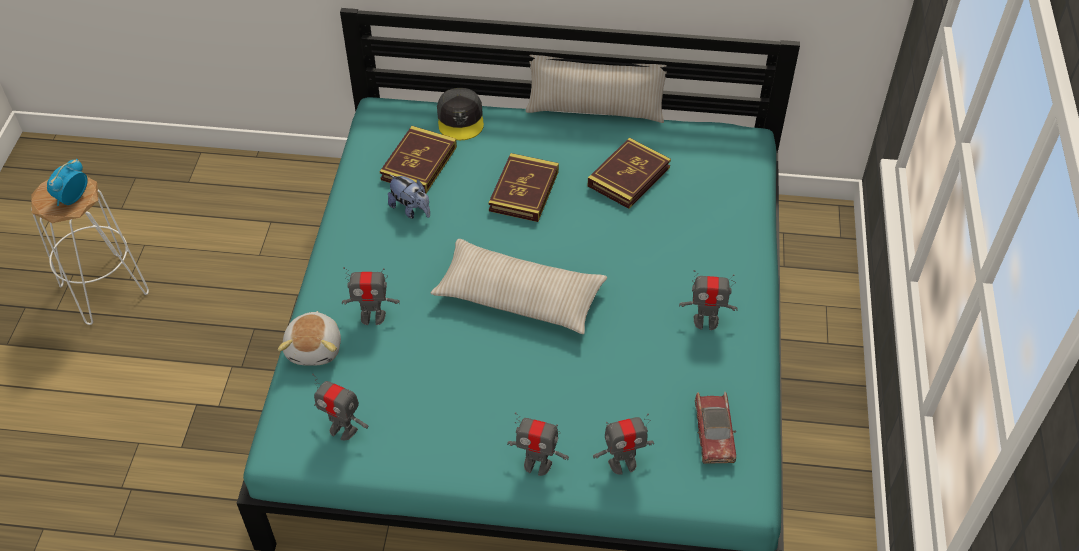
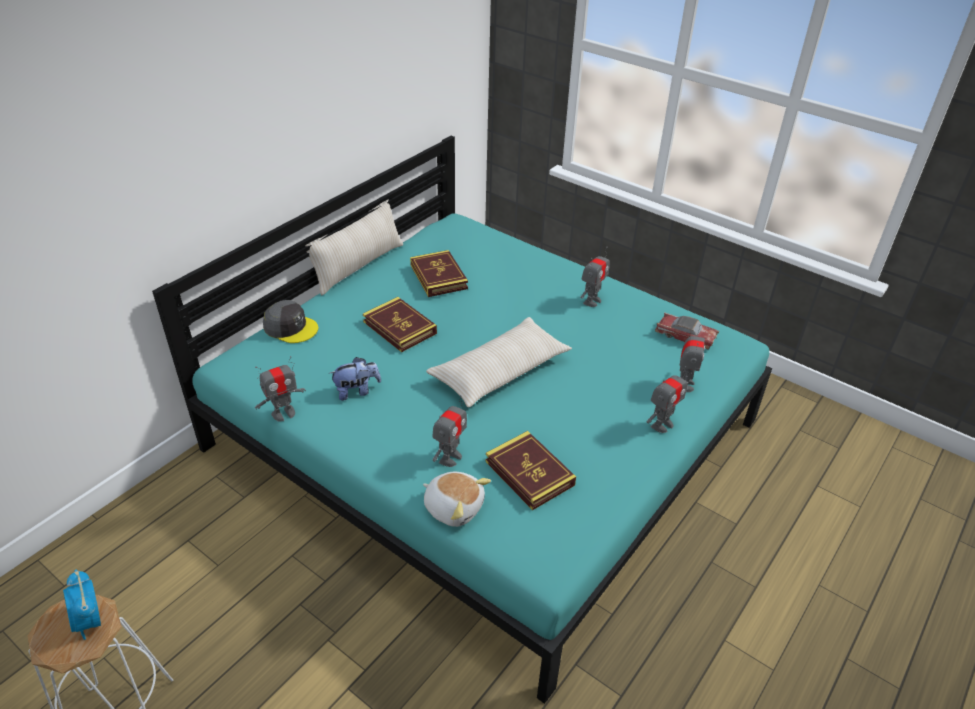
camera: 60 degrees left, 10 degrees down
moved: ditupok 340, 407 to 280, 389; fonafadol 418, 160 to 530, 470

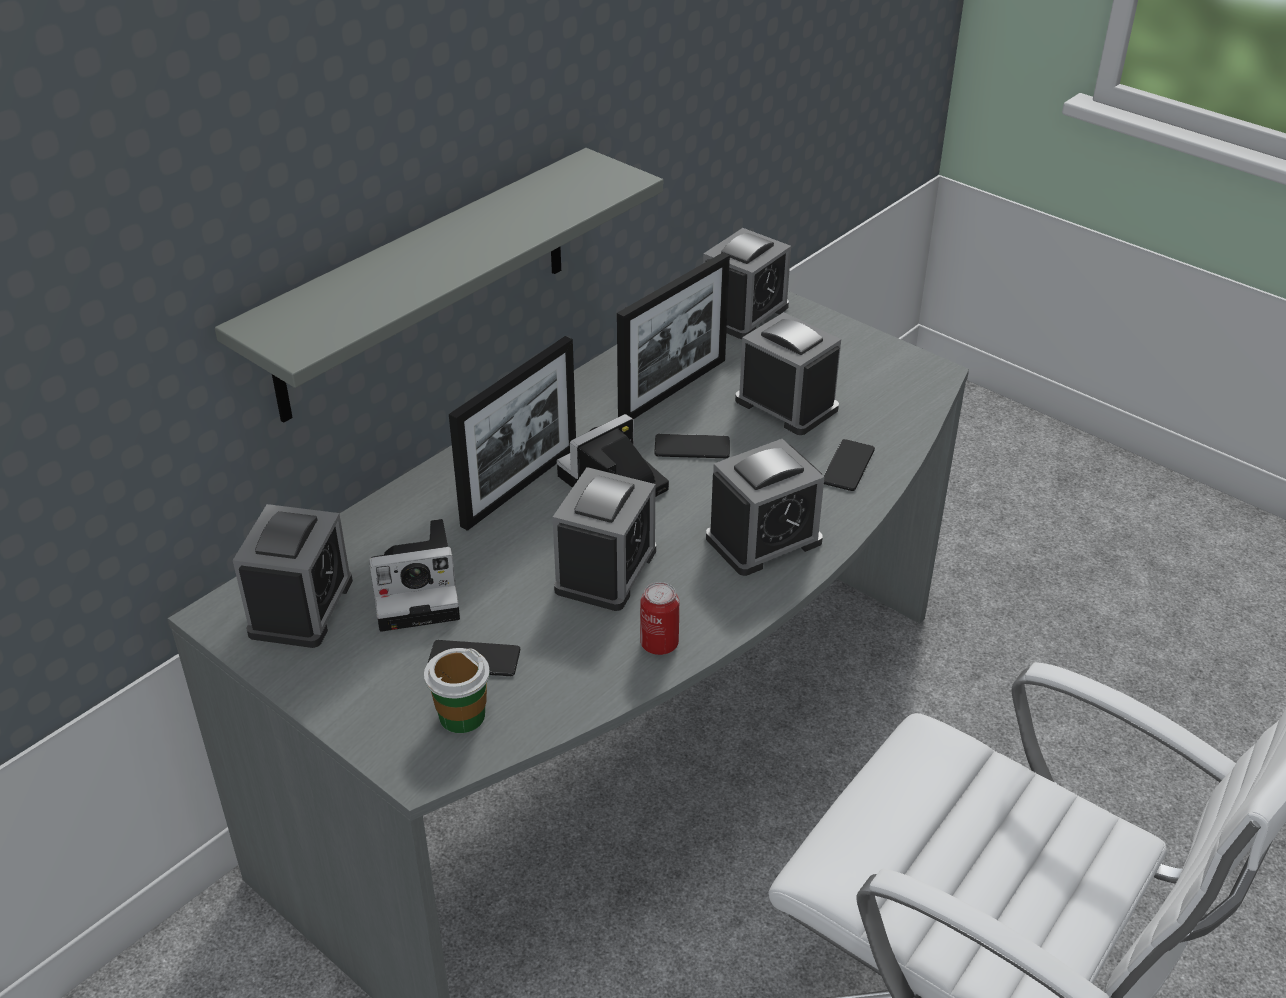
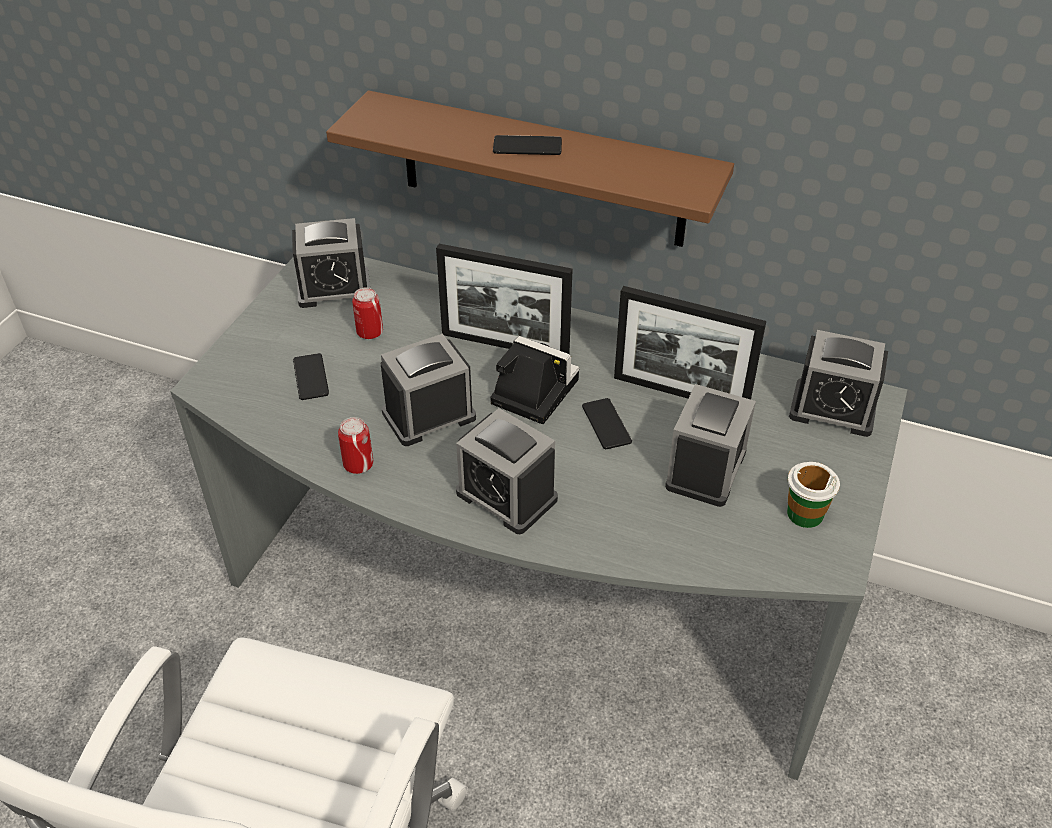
camera: 70 degrees right, 5 degrees up
moved: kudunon 849, 465 to 527, 145; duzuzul 457, 690 to 813, 495
replaced: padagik 414, 575 to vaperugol 367, 313
recoloured: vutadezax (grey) 439, 285 to vutadezax (brown) 530, 168
turned: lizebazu 604, 539 = 428, 390 150 degrees clockwise

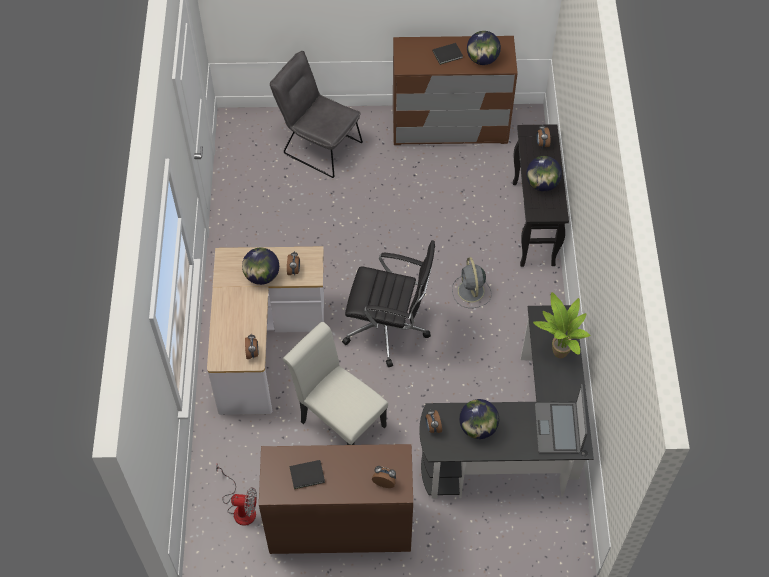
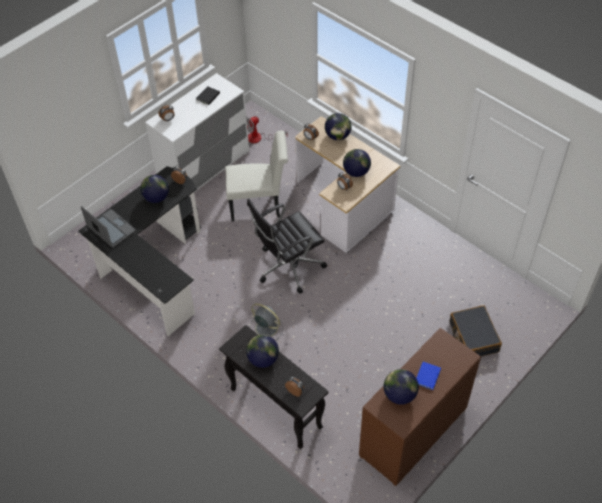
camera: 135 degrees right, 5 degrees down
removed: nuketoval 562, 325
added: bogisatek 338, 126
replaced: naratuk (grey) 316, 114 to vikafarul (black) 476, 330
recoloured: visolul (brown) 336, 499 to visolul (white) 197, 134; fonafadol (black) 448, 54 to fonafadol (blue) 428, 376

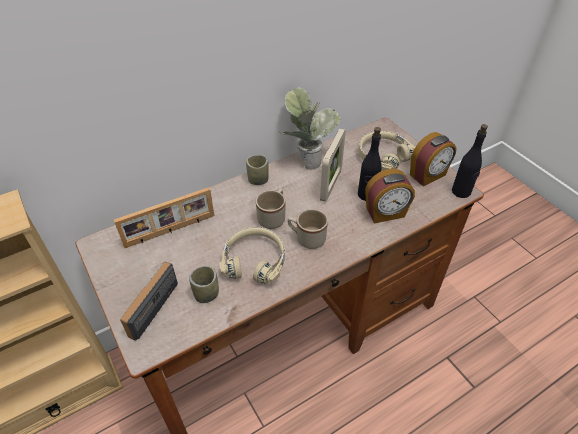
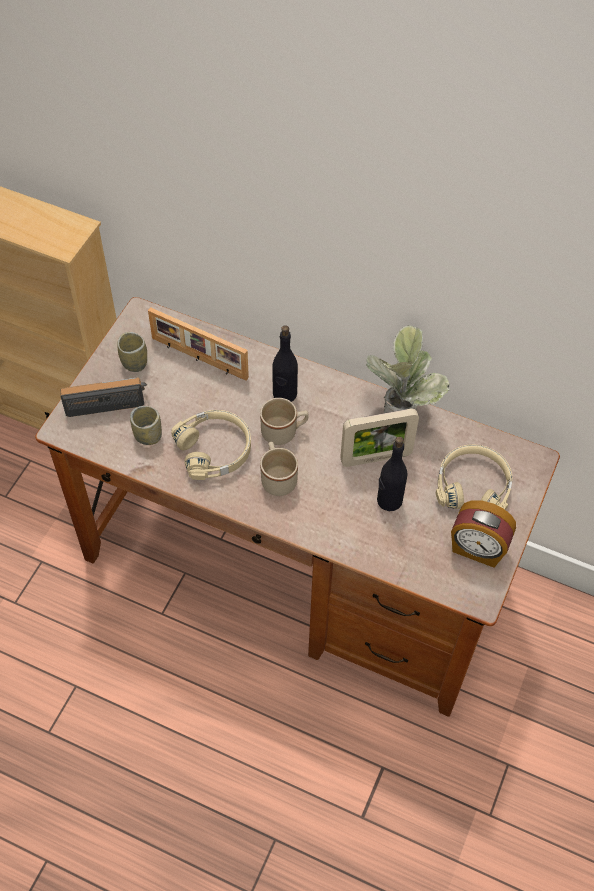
camera: 55 degrees right, 10 degrees up
removed: lizebazu 390, 196
moved: duzuzul 257, 170 to 132, 352; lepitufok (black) 470, 161 to 285, 363

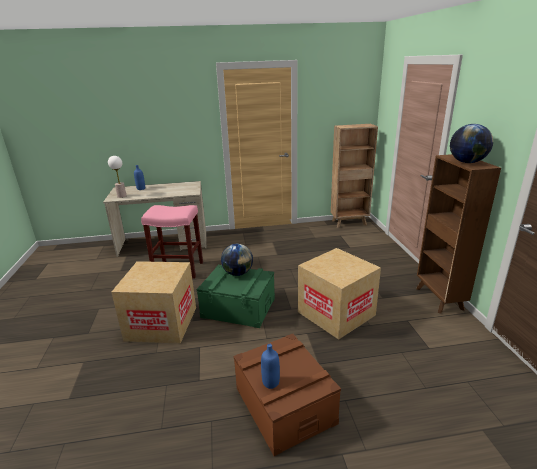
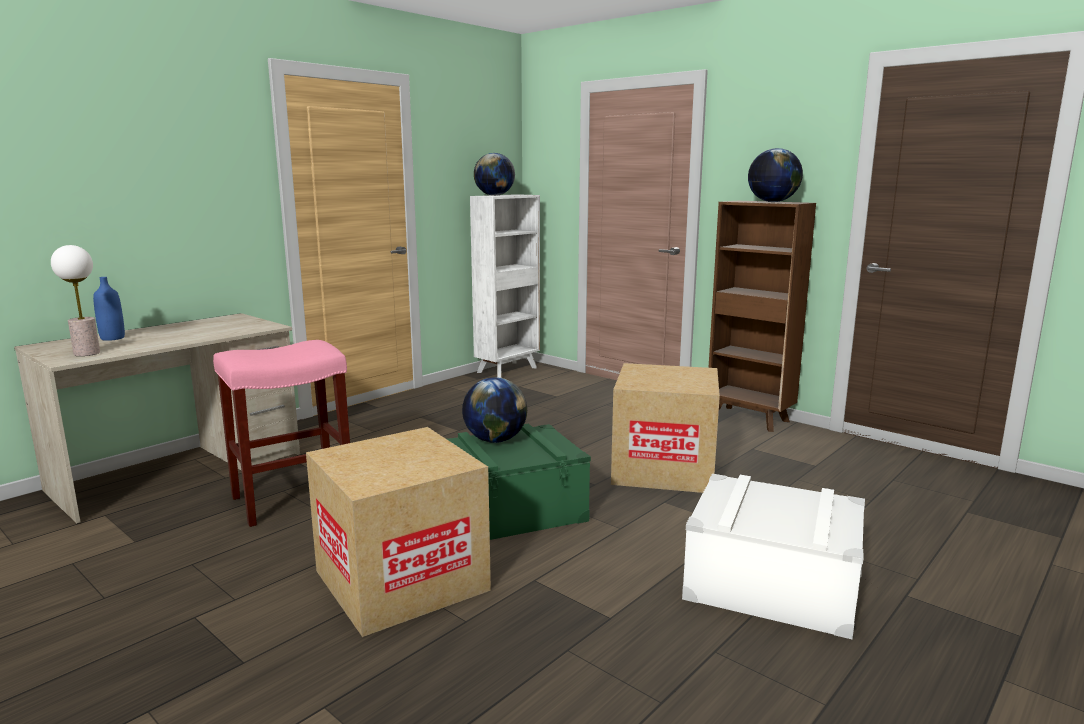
camera: 40 degrees left, 10 degrees down
removed: lepitufok (blue) 270, 366
added: bogisatek 494, 174
recoloured: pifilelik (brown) 354, 176 to pifilelik (white) 505, 286; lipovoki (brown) 287, 395 to lipovoki (white) 773, 556

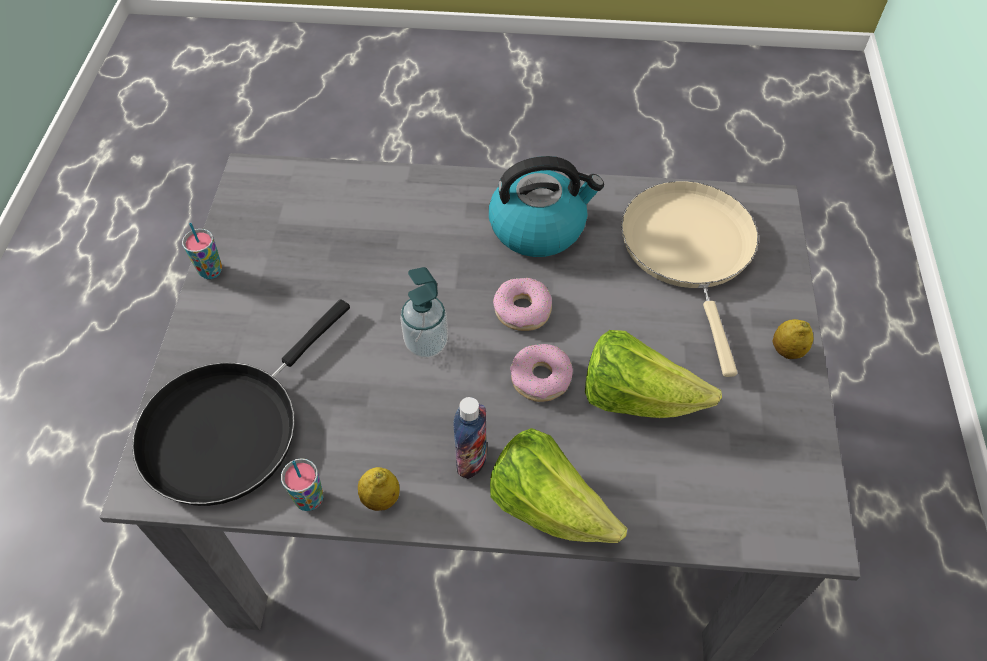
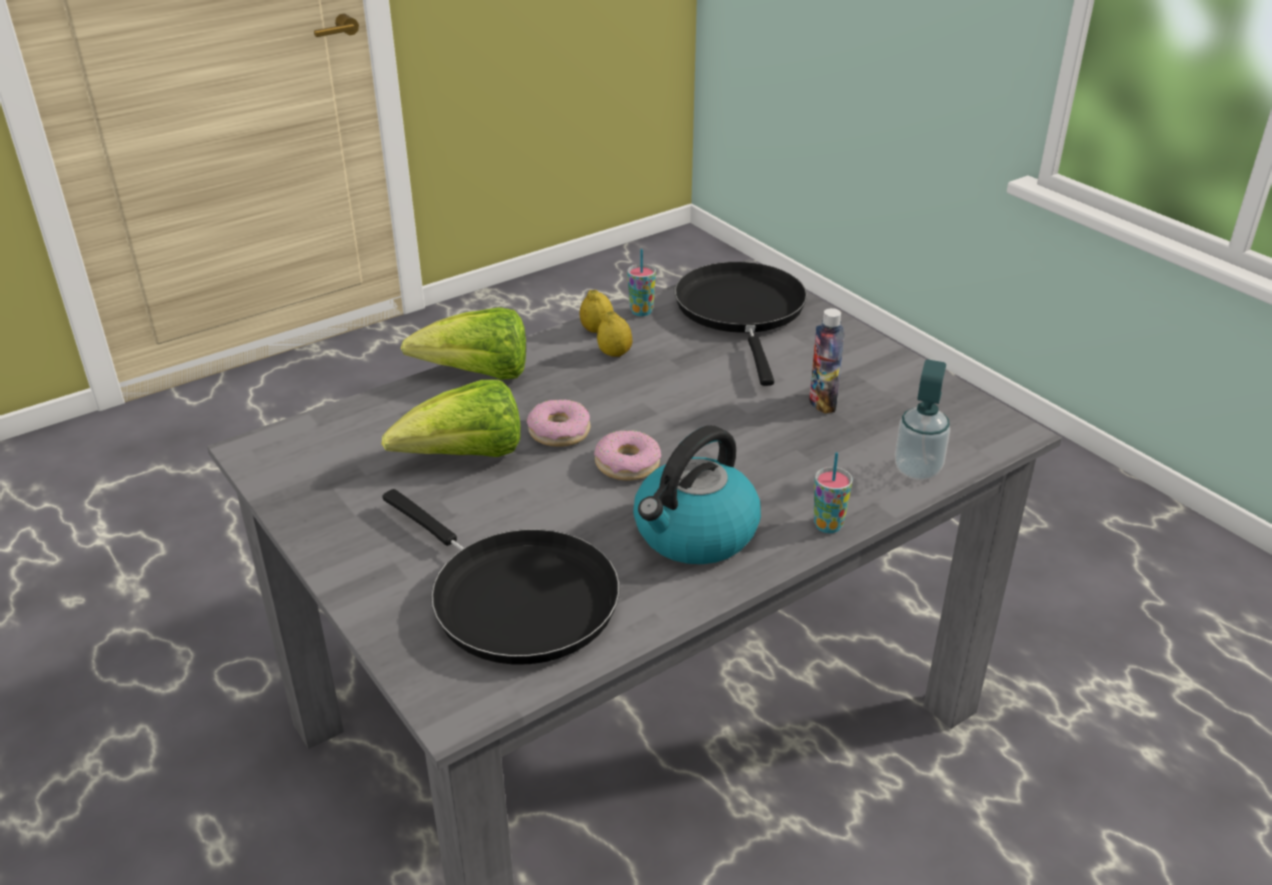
camera: 140 degrees right, 20 degrees down
moved: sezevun 793, 339 to 614, 334; lepitufok 470, 438 to 827, 361; duzuzul 202, 251 to 833, 492; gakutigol 424, 312 to 922, 420
recoloured: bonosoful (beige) 689, 279 to bonosoful (black) 501, 576

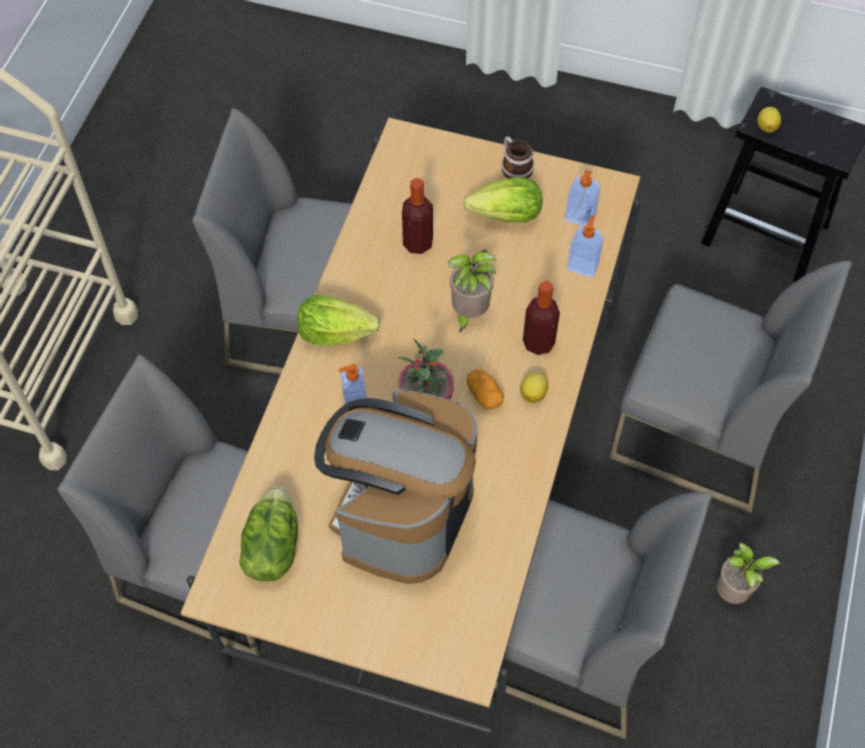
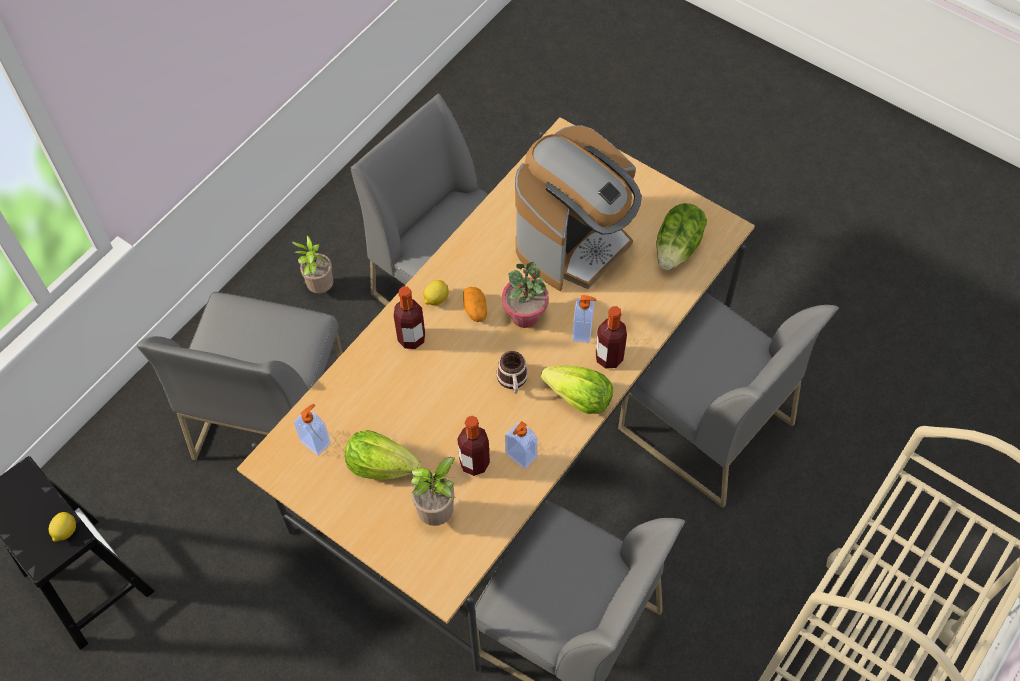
camera: 160 degrees left, 0 degrees up
added: lepitufok 611, 337
moved: nuketoval 471, 291 to 433, 491; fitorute 517, 157 to 512, 372; gakutigol 585, 247 to 521, 445
turned: naratuk (grey) 731, 387 = 240, 376 120 degrees counterclockwise

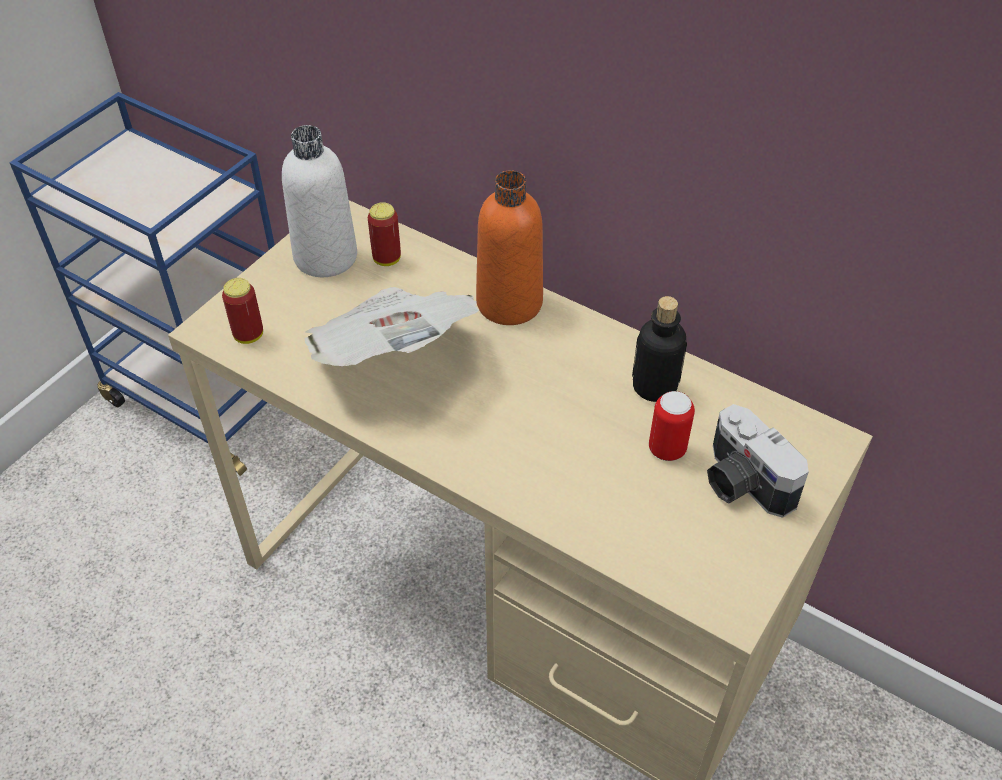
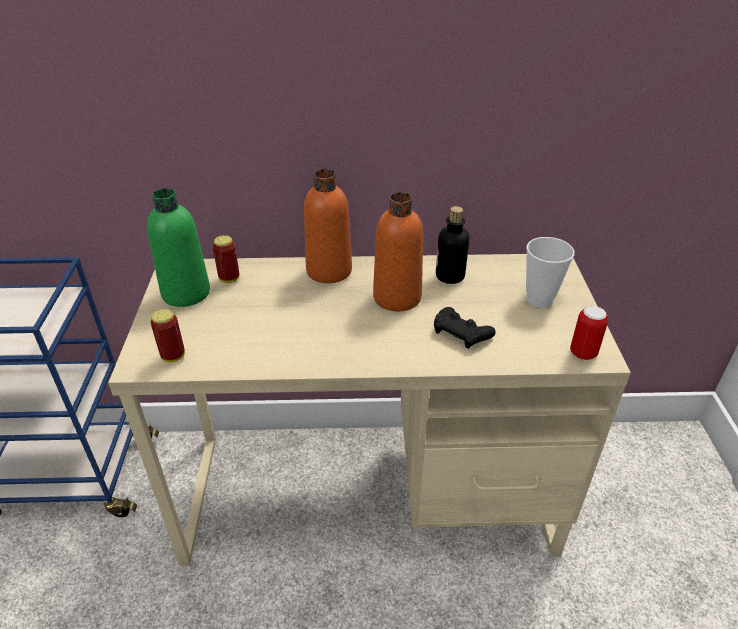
camera: 35 degrees left, 10 degrees down
removed: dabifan 392, 326
added: lepitufok (orange) 398, 251; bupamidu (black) 465, 328
moved: vaperugol 672, 426 to 589, 333
replaced: padagik 758, 461 to duzuzul 550, 272
recoloured: lepitufok (white) 319, 201 to lepitufok (green) 178, 247

